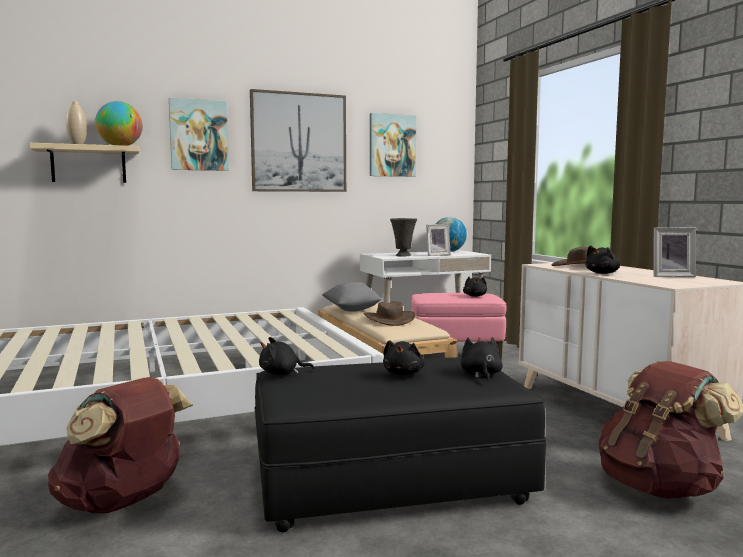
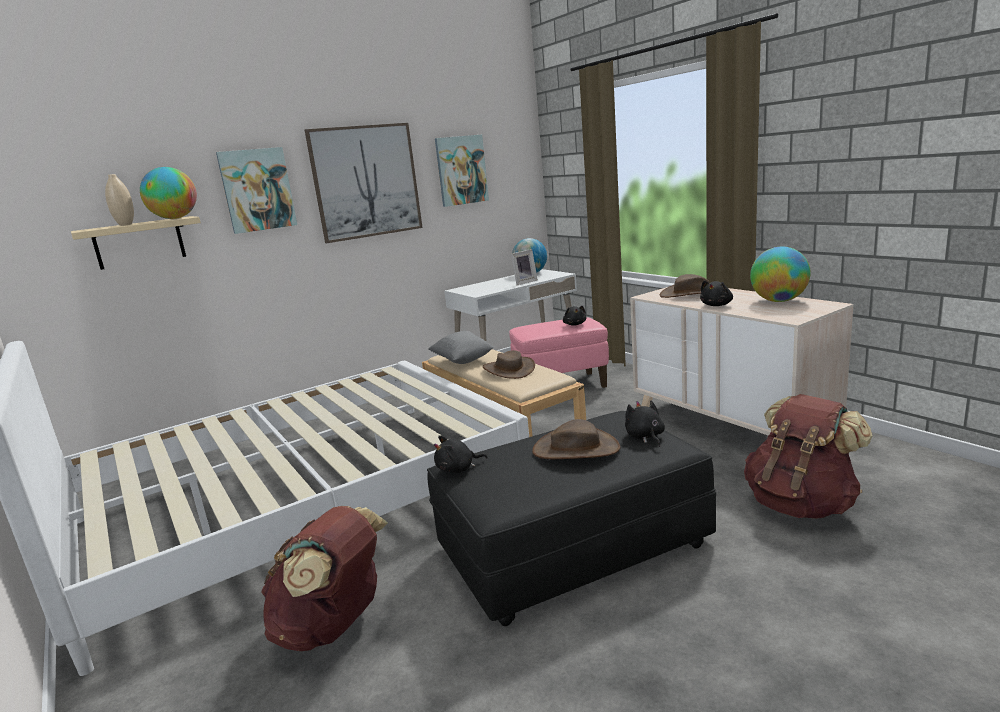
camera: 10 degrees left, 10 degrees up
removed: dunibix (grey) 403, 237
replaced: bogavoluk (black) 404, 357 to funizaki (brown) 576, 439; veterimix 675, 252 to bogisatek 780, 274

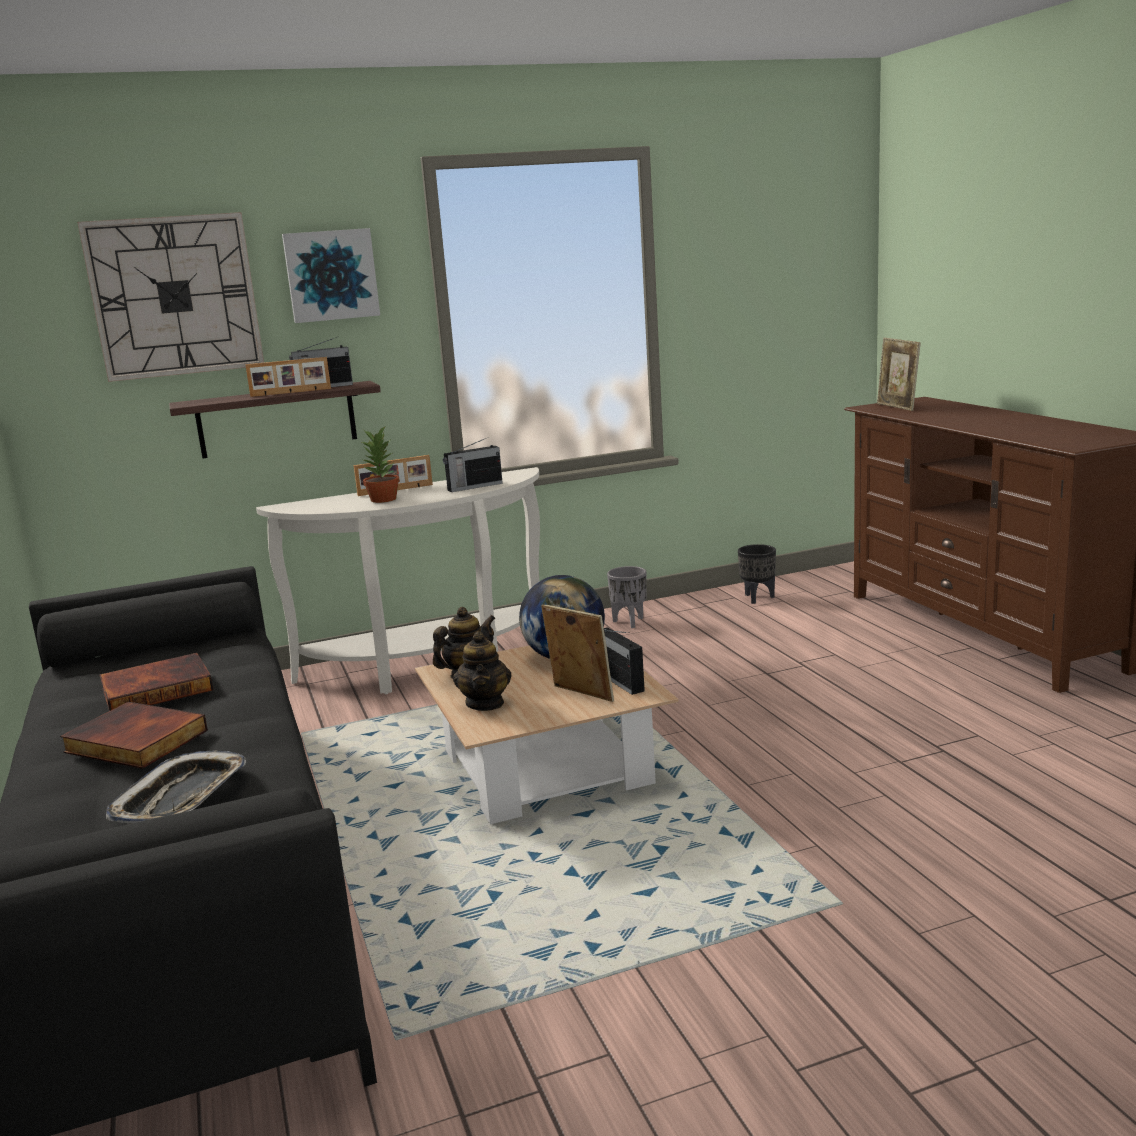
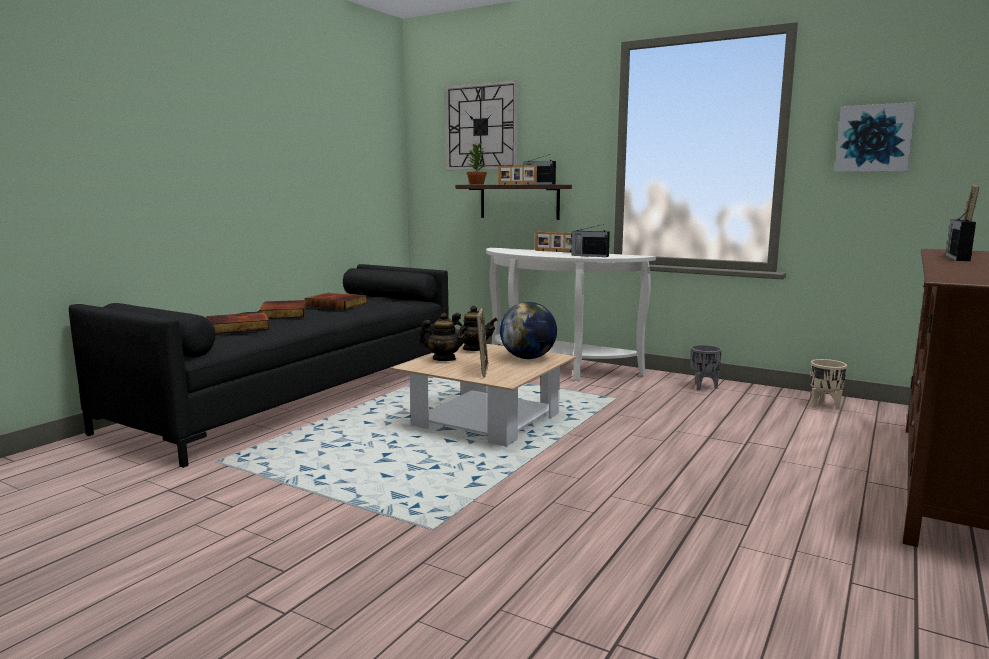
camera: 50 degrees right, 5 degrees down
moved: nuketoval 381, 464 to 477, 164; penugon 331, 275 to 875, 137; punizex 624, 661 to 961, 236
replaced: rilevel 176, 787 to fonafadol 238, 323
recoloured: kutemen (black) 757, 574 to kutemen (beige) 828, 384
turned: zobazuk 482, 671 = 443, 337 120 degrees counterclockwise

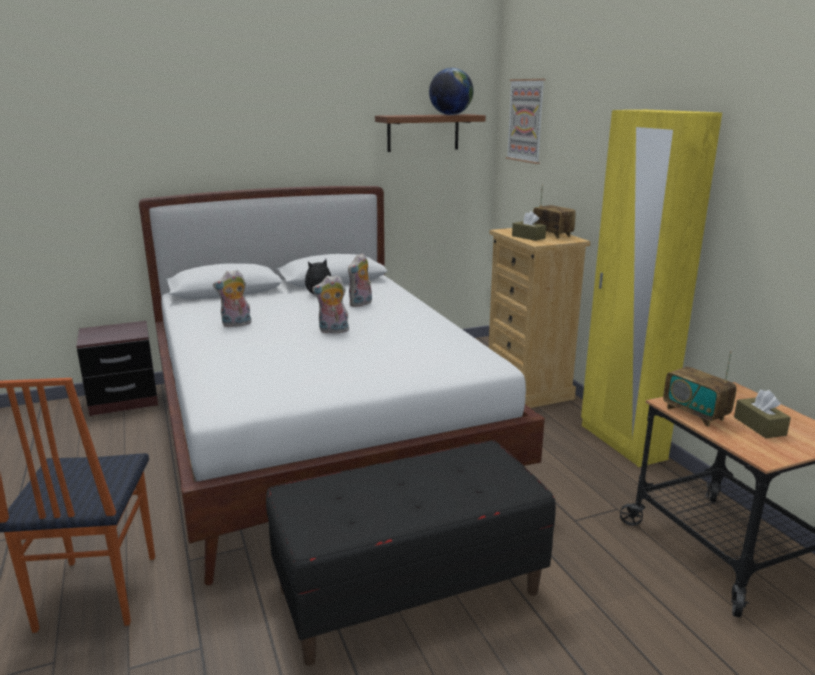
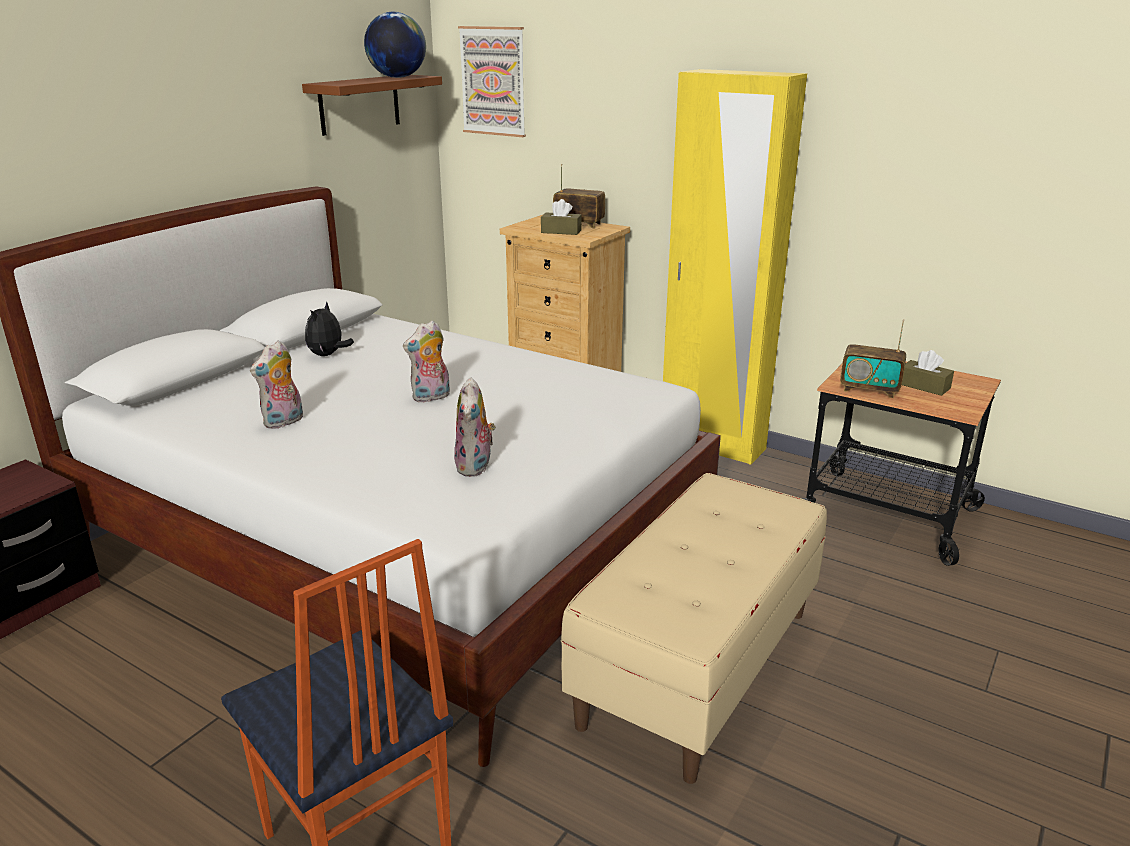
camera: 35 degrees left, 5 degrees up
moved: bogavoluk 360, 280 to 475, 427
recoloured: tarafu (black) 411, 553 to tarafu (beige) 694, 628

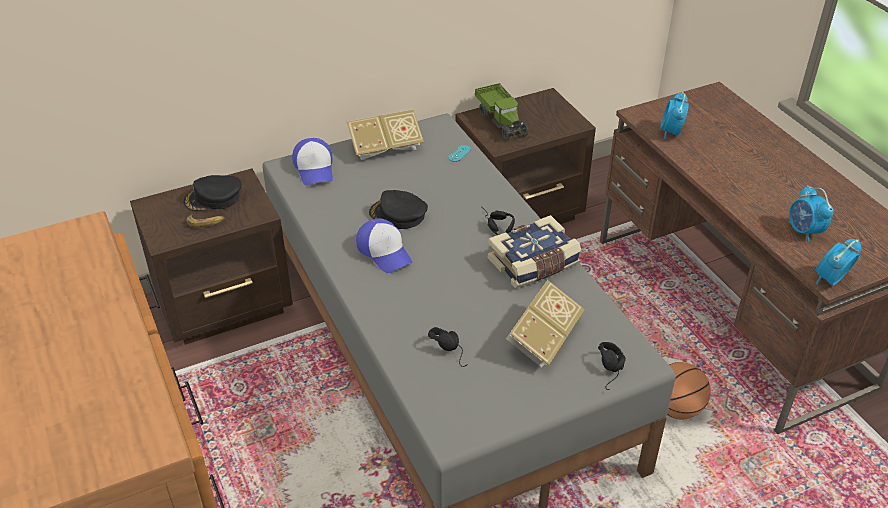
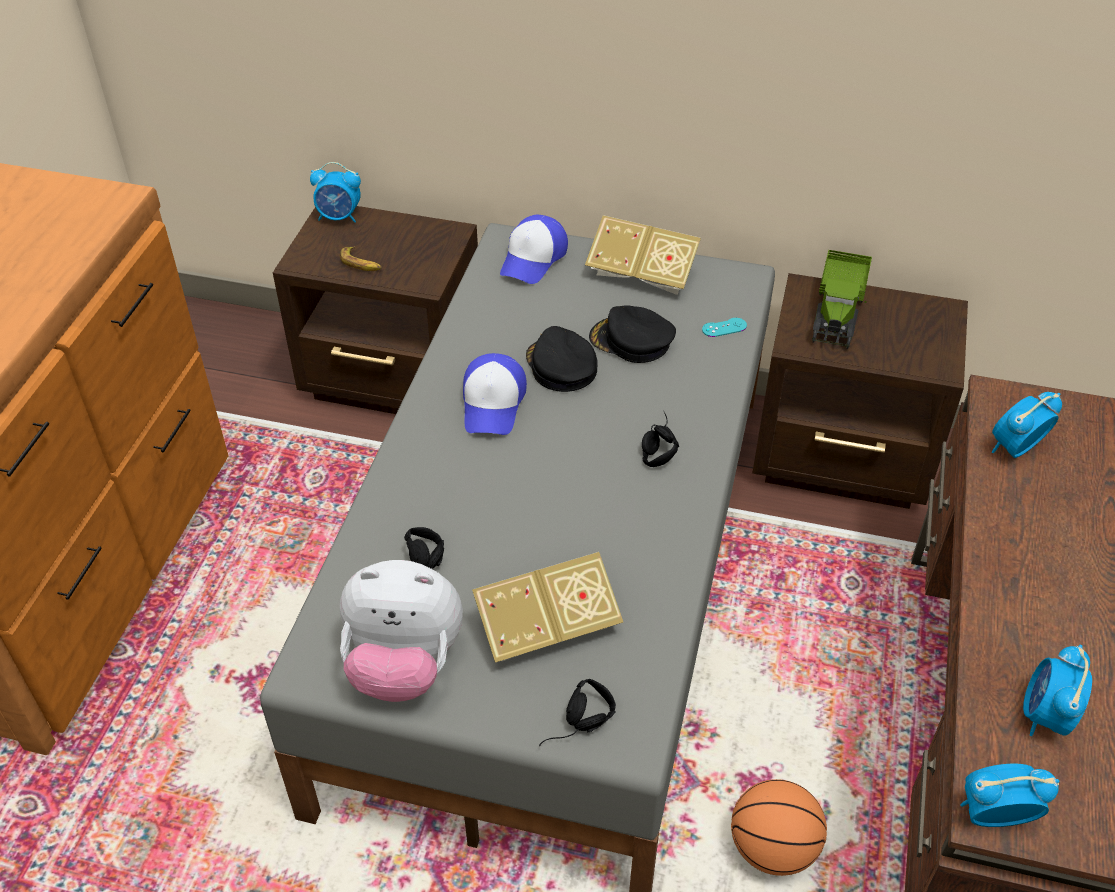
camera: 40 degrees right, 5 degrees up
removed: fonafadol 534, 251
added: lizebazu 335, 192; bogavoluk 401, 631
moved: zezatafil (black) 212, 193 to 632, 334

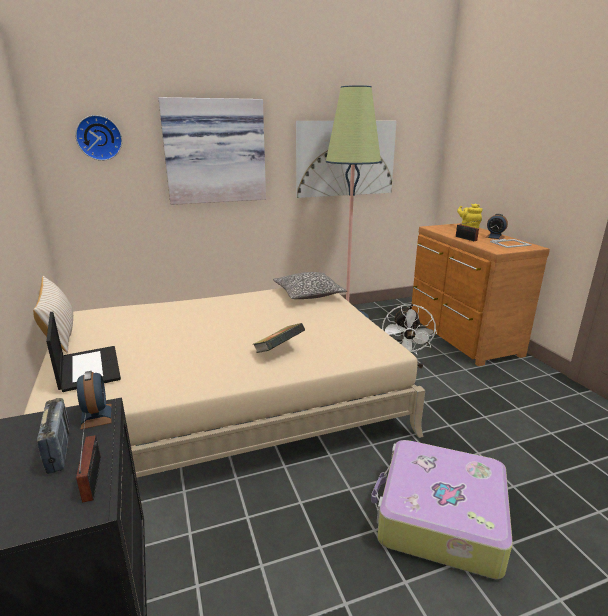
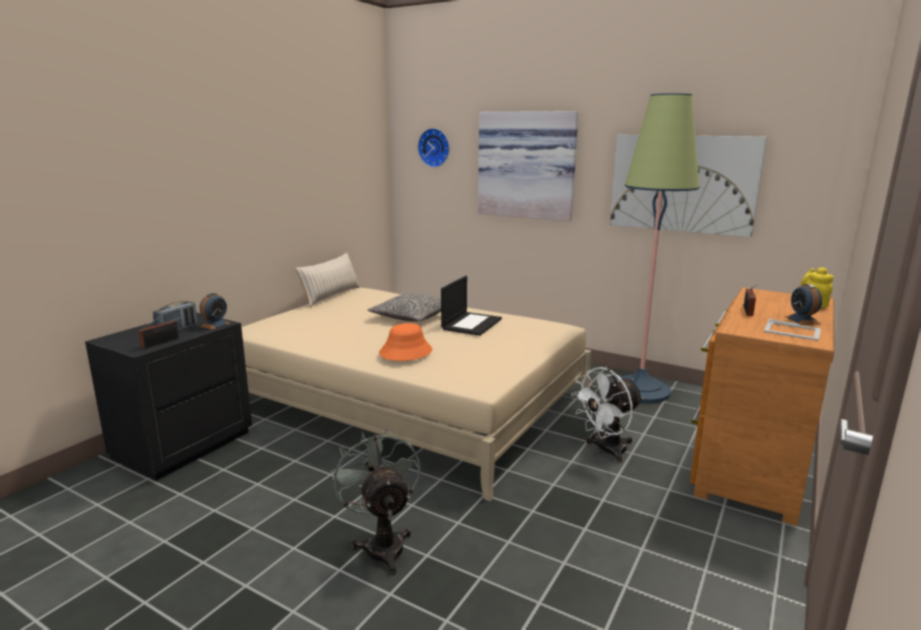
camera: 50 degrees right, 5 degrees down
moved: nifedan 310, 285 to 404, 308; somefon 83, 352 to 471, 306
replaced: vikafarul 442, 509 to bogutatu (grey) 376, 501; fonafadol 278, 338 to funizaki (orange) 405, 342

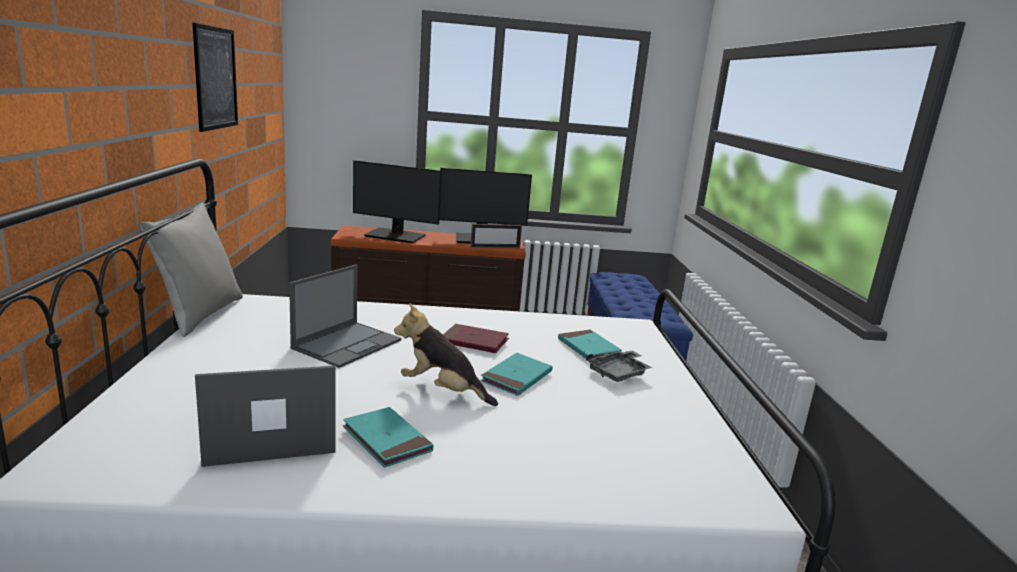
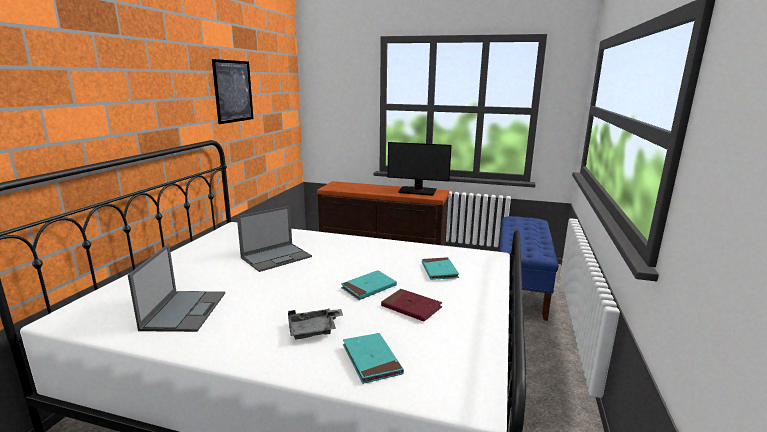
camera: 20 degrees right, 0 degrees up
removed: nifedan (grey) 191, 270; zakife 397, 201; bogavoluk 446, 354; veterimix 496, 236
moved: rilevel (grey) 619, 366 to 315, 324; fonafadol (turquoise) 388, 437 to 373, 358; fonafadol (red) 476, 338 to 411, 305
turned: somefon 265, 416 = 176, 288 90 degrees clockwise

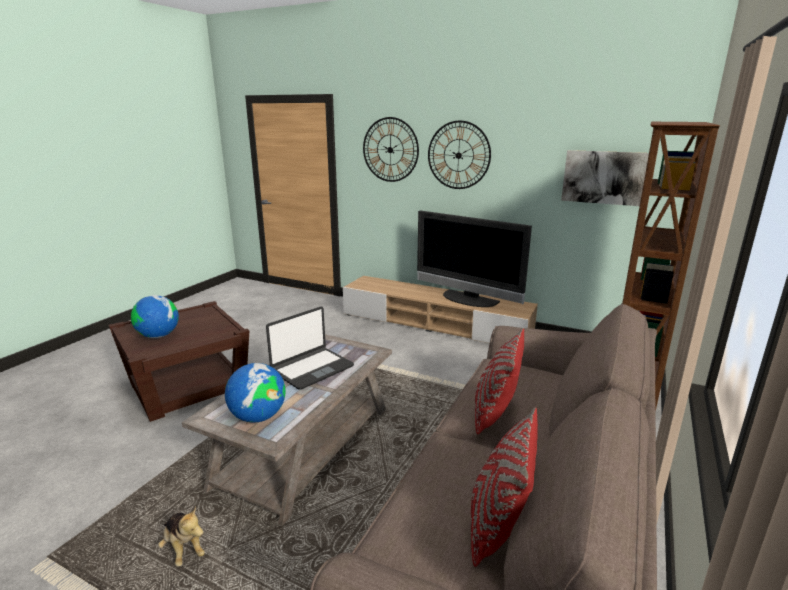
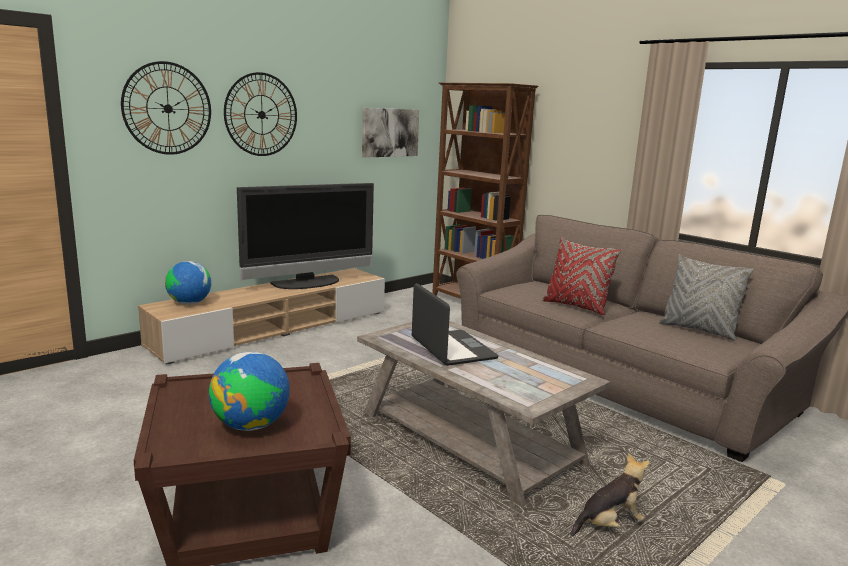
camera: 70 degrees left, 5 degrees down
moved: bogisatek 255, 393 to 188, 282
recoloured: nifedan (red) 504, 487 to nifedan (grey) 706, 297

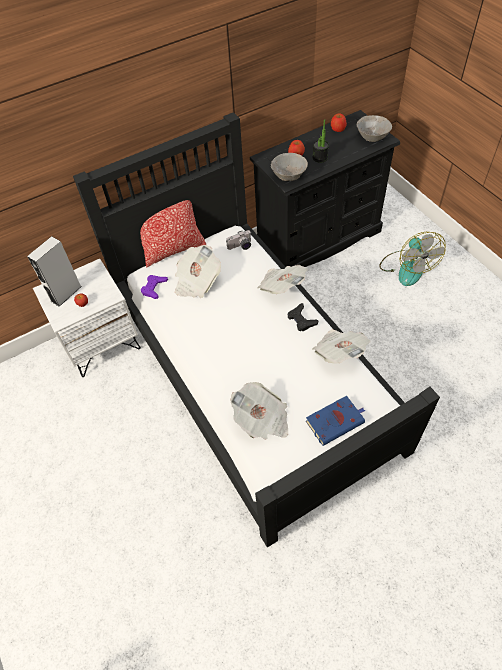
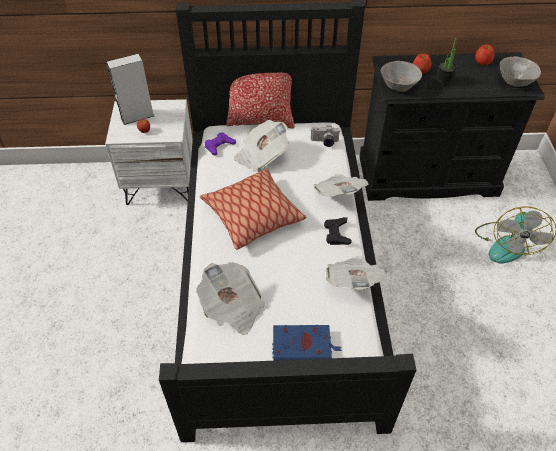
camera: 25 degrees right, 5 degrees down
added: nifedan 253, 209

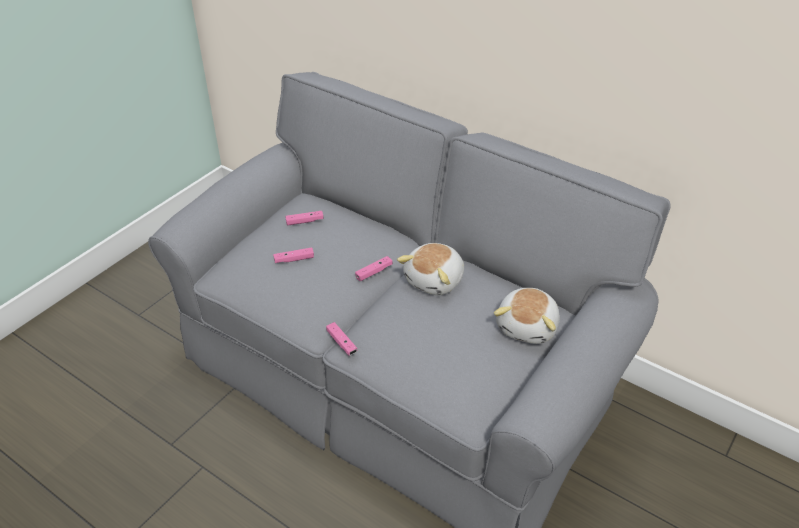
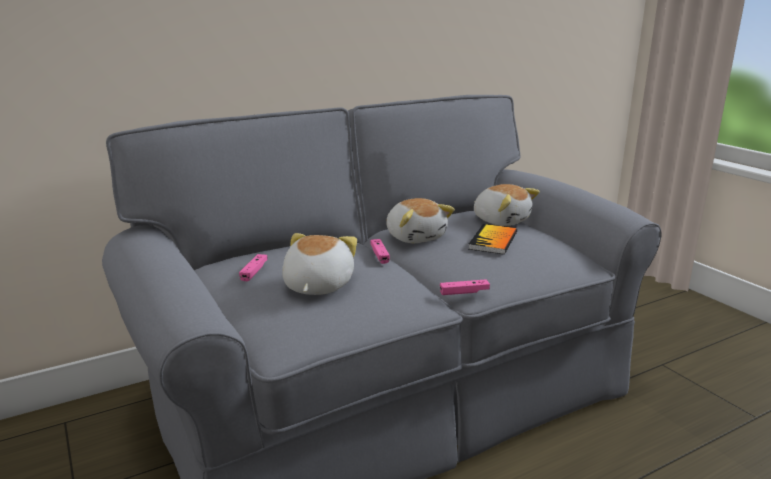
camera: 65 degrees left, 20 degrees down
added: fonafadol 492, 239
replaced: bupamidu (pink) 293, 255 to bogavoluk 319, 264

